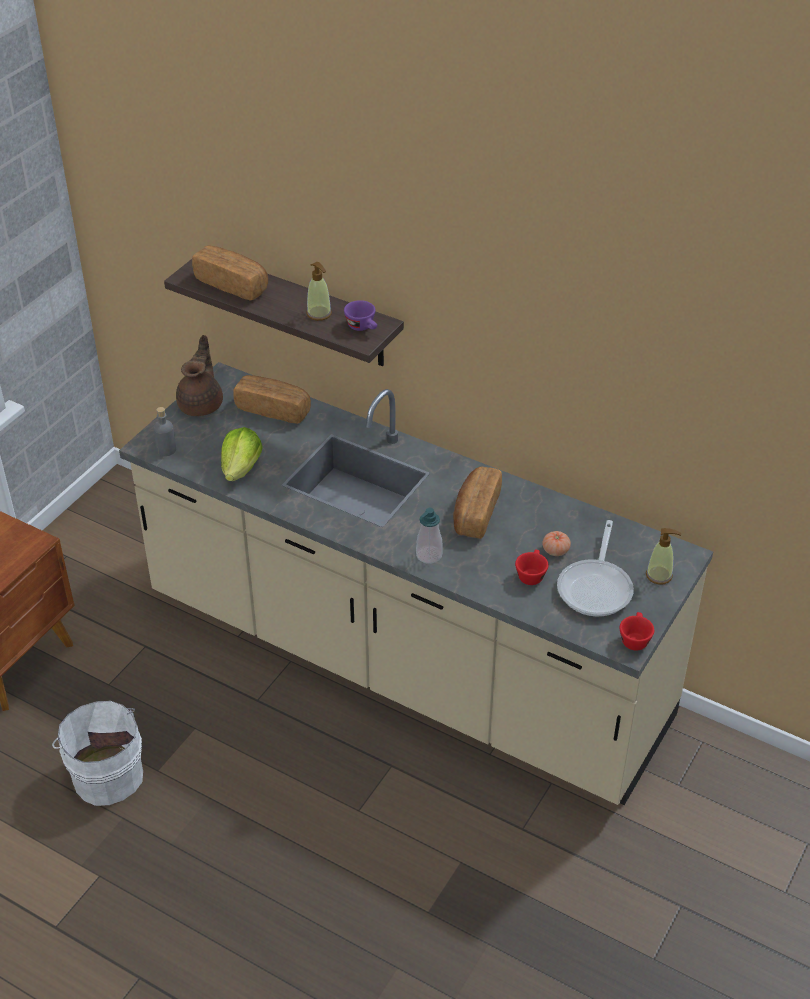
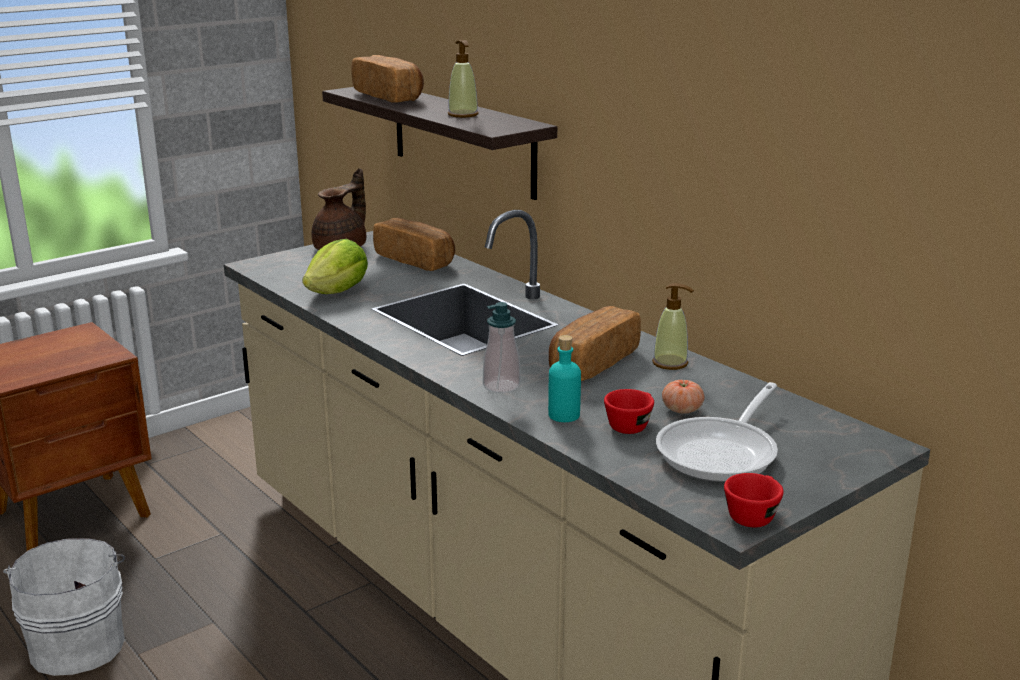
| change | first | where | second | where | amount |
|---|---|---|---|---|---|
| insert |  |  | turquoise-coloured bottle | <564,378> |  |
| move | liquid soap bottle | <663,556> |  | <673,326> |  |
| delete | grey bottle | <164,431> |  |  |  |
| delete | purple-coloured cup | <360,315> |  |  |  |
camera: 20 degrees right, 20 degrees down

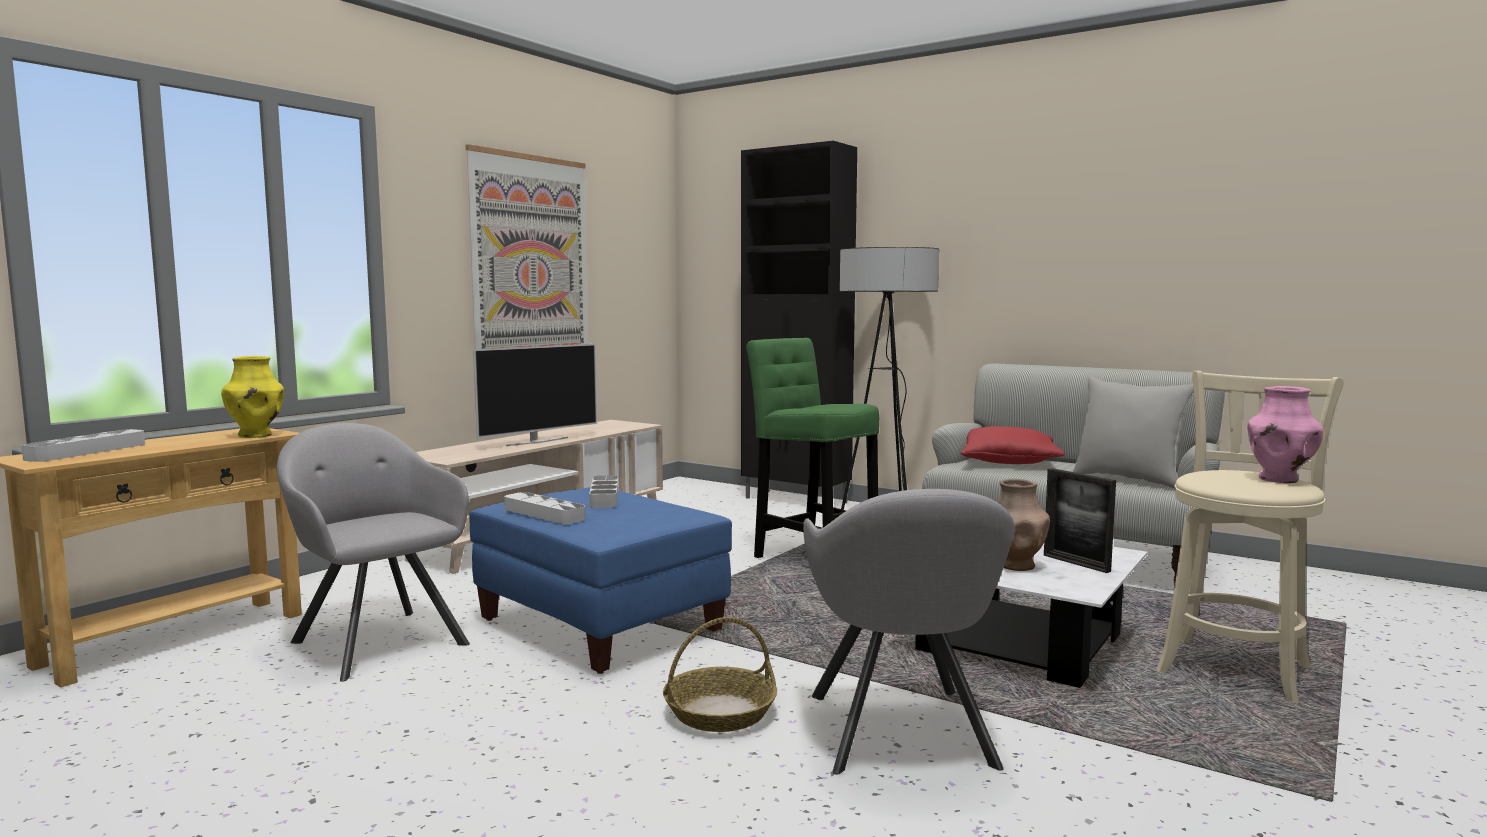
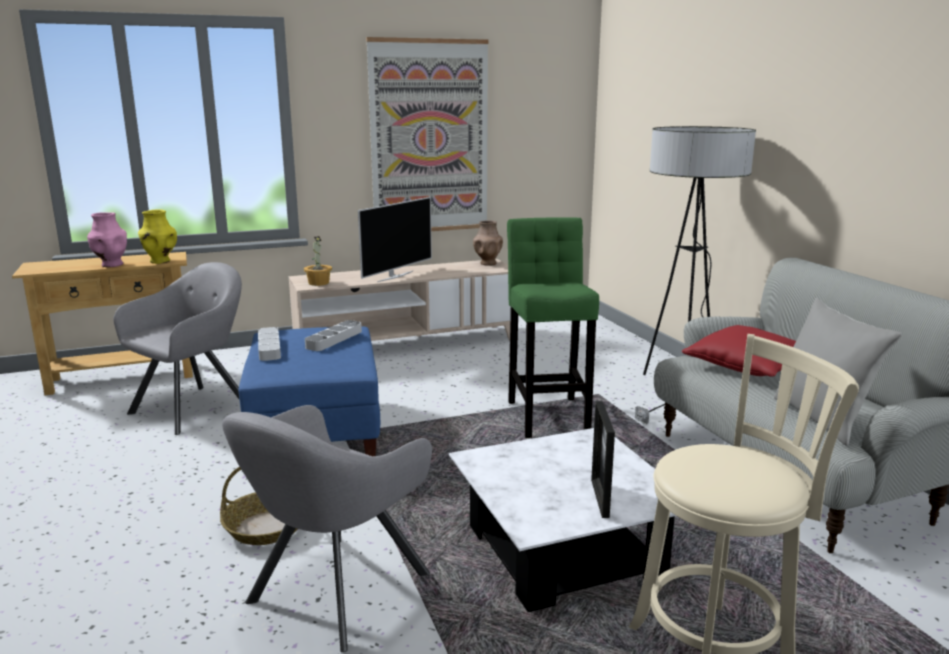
| change | first | where | second | where | amount |
|---|---|---|---|---|---|
| move | pinkish vase | <1285,434> |  | <107,239> |  |
| rotate | grey lounge chair | <373,552> |  | <177,348> | 45 degrees clockwise |
| insert |  |  | plant in a pot | <318,261> |  |
| rotate | television | <535,395> |  | <395,239> | 45 degrees counterclockwise |
| move | brownish vase | <1023,525> |  | <488,243> |  |
| delete | grey serving tray | <83,445> |  |  |  |
| delete | blackish storage cabinet | <799,322> |  |  |  |
camera: 35 degrees right, 10 degrees up

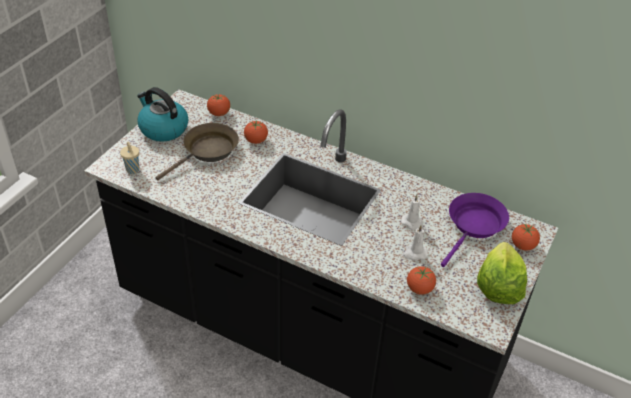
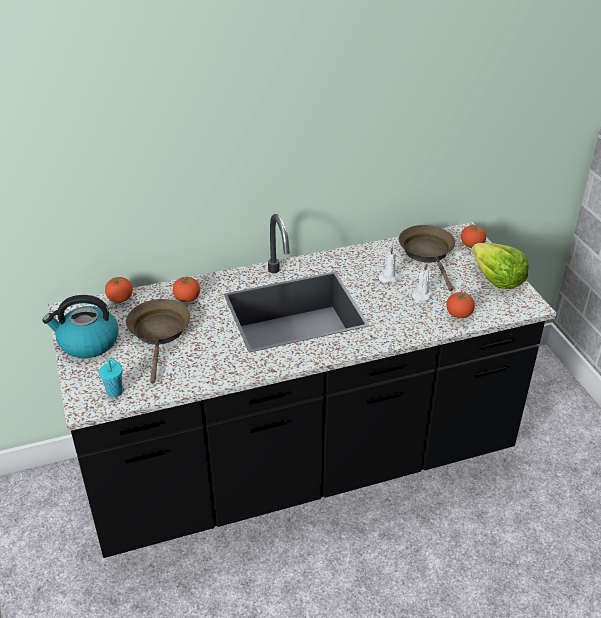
| change | first | where | second | where | amount |
|---|---|---|---|---|---|
| recolor | beige-coloured cup | <129,158> | turquoise-coloured cup | <111,377> |  |
| recolor | purple-coloured frying pan | <475,230> | brownish frying pan | <427,258> |  |
camera: 45 degrees left, 5 degrees down

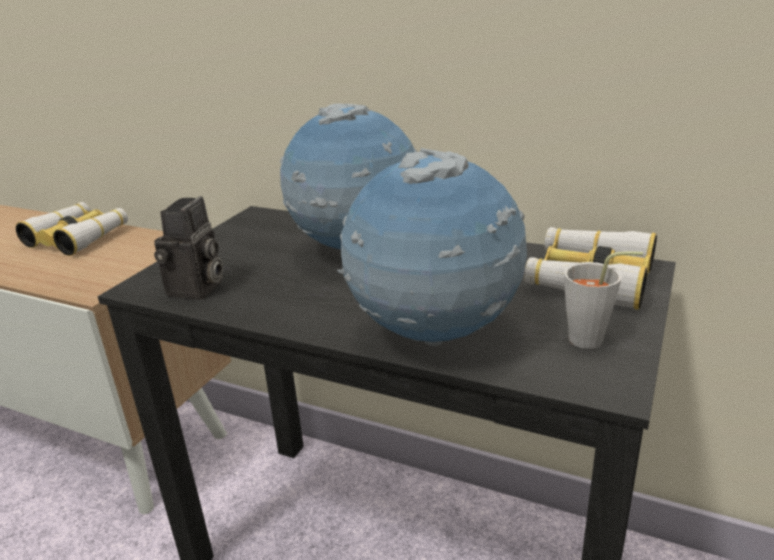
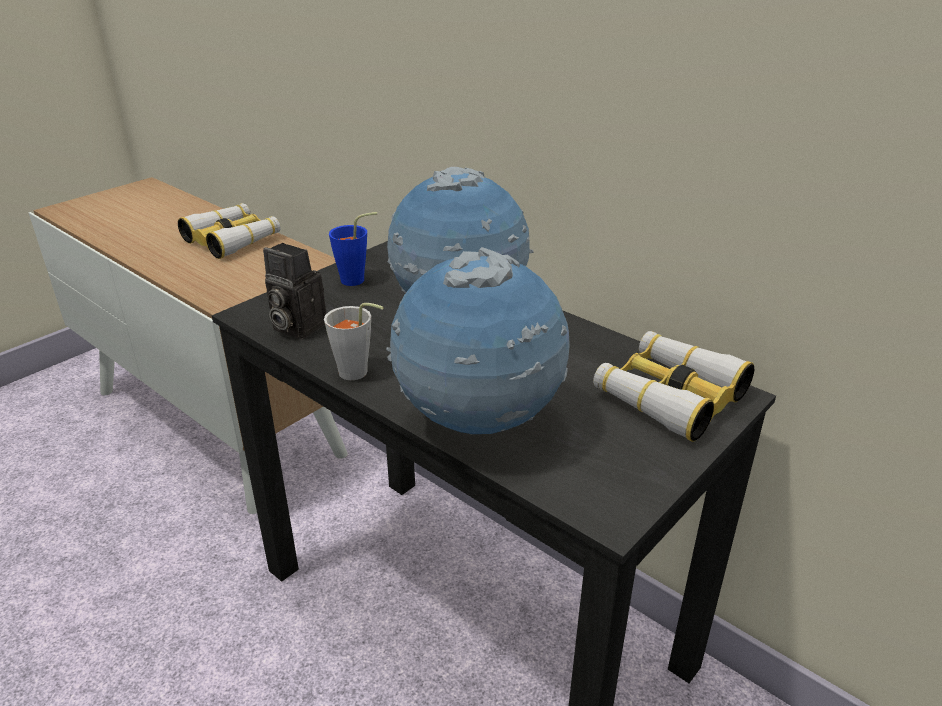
| change | first | where | second | where | amount |
|---|---|---|---|---|---|
| rotate | still camera | <188,248> |  | <295,291> | 90 degrees clockwise |
| move | grey cup | <603,300> |  | <354,341> |  |
| insert |  |  | bluish cup | <353,249> |  |
camera: 15 degrees right, 5 degrees up

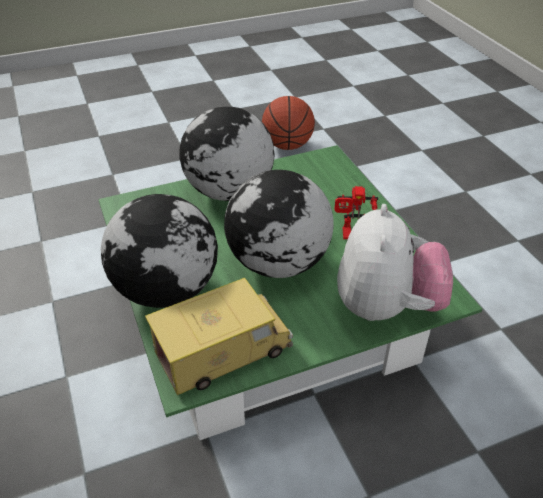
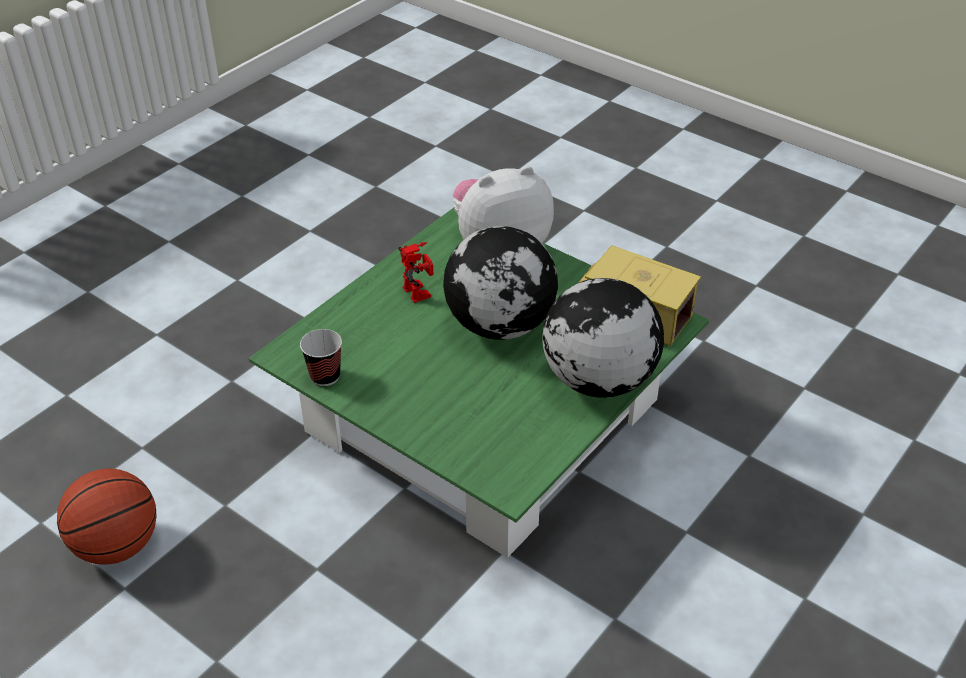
| change | first | where | second | where | amount |
|---|---|---|---|---|---|
| insert |  |  | cup | <321,357> |  |
| delete | globe | <227,153> |  |  |  |
camera: 120 degrees left, 0 degrees up

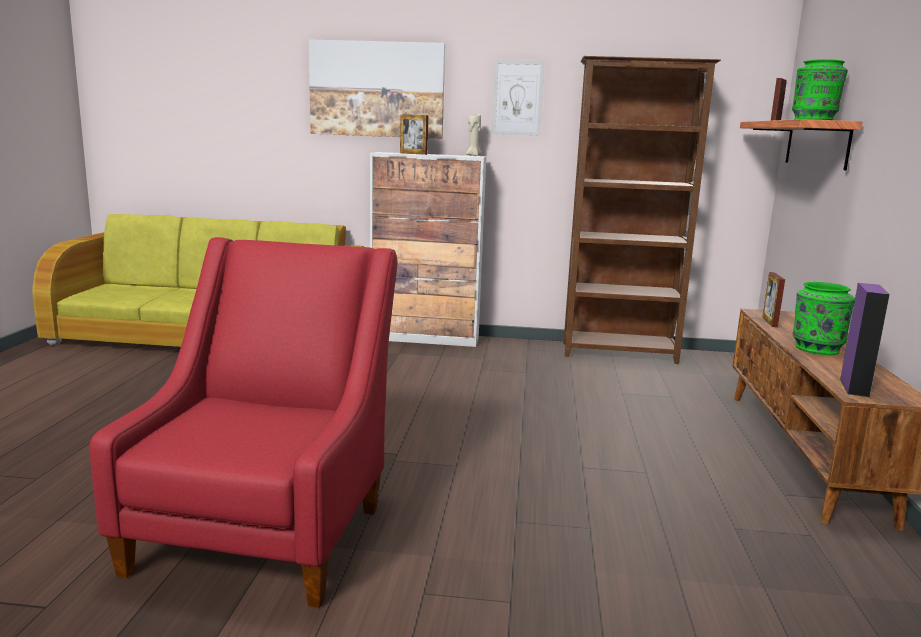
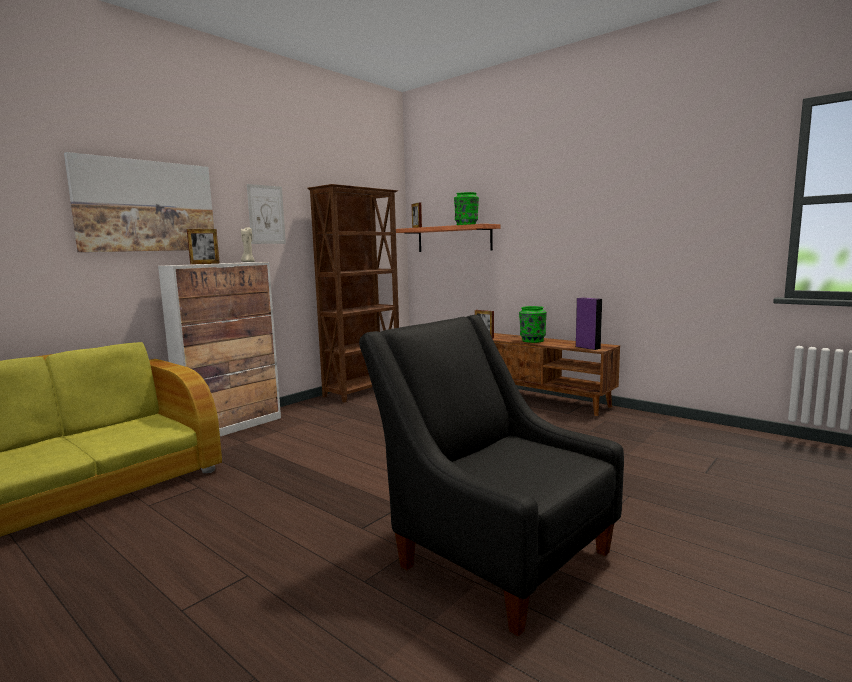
| change | first | where | second | where | amount |
|---|---|---|---|---|---|
| recolor | reddish lounge chair | <244,422> | blackish lounge chair | <491,475> |  |
camera: 55 degrees left, 5 degrees down

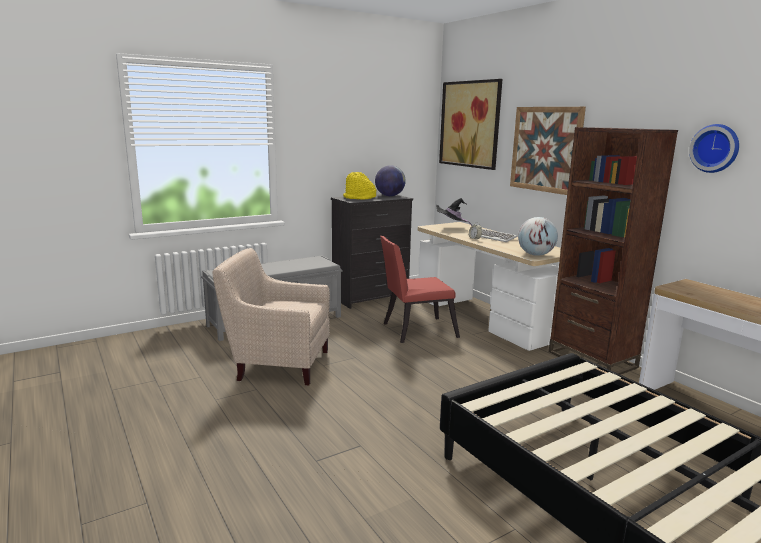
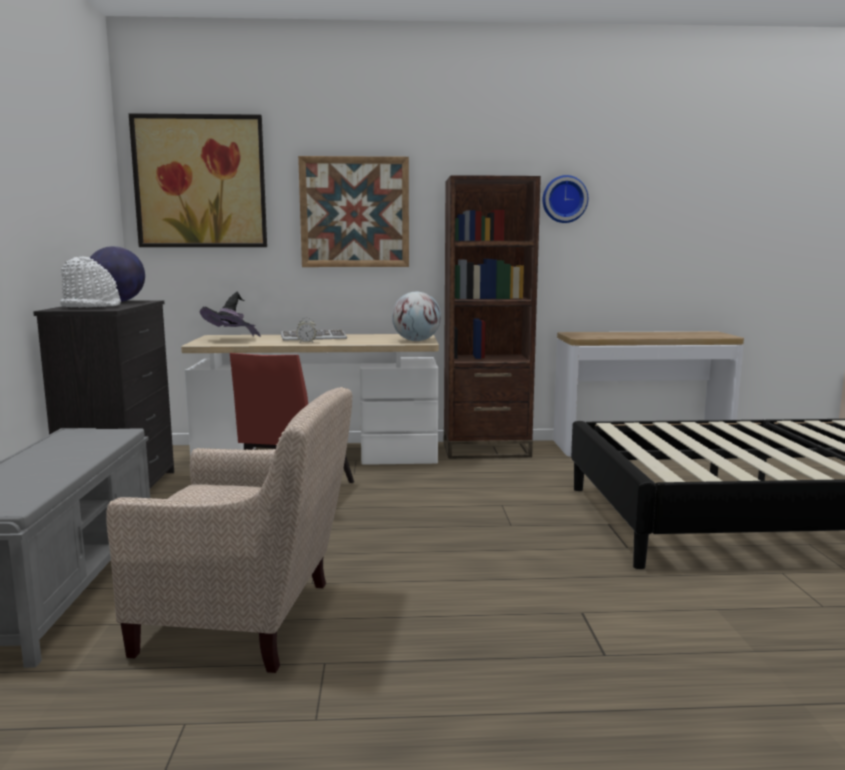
| change | first | where | second | where | amount |
|---|---|---|---|---|---|
| recolor | yellowish hat | <359,186> | white-coloured hat | <90,282> |  |
| rotate | beige-coloured lounge chair | <271,317> |  | <229,530> | 120 degrees counterclockwise |
camera: 60 degrees left, 5 degrees down

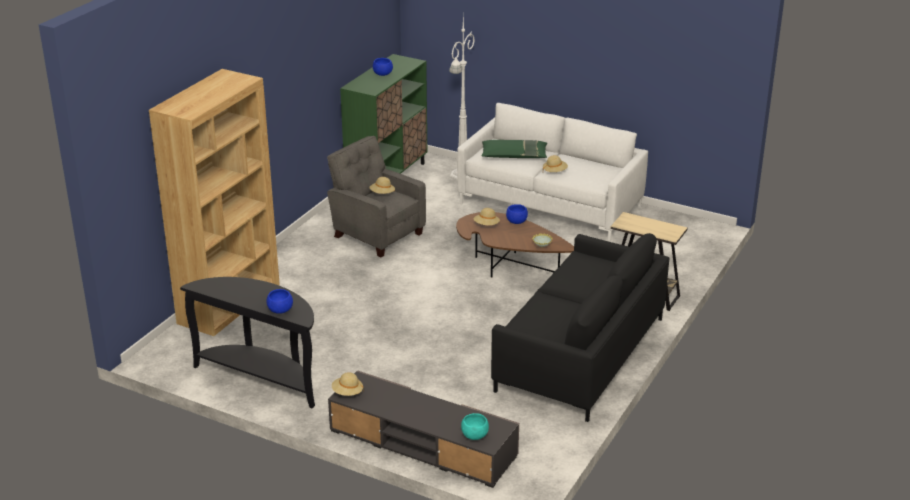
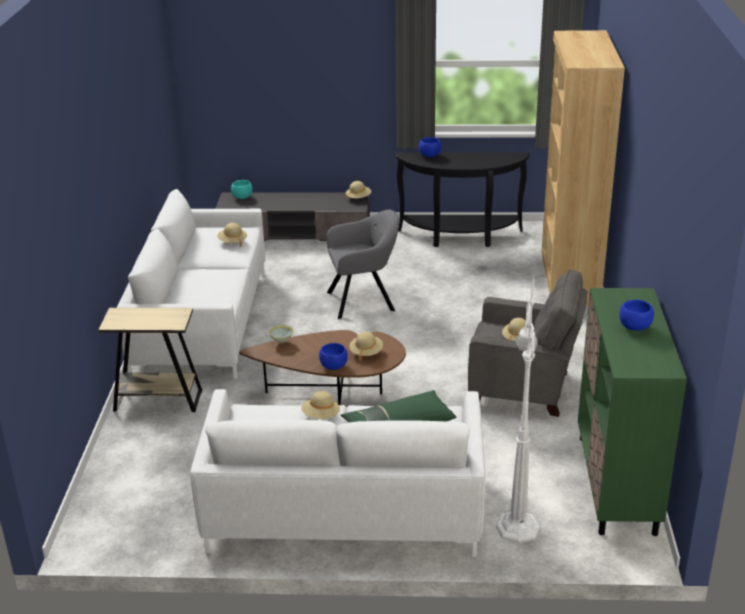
| change | first | where | second | where | amount |
|---|---|---|---|---|---|
| recolor | blackish sofa | <580,327> | white-coloured sofa | <191,284> |  |
| insert |  |  | beige-coloured hat | <232,235> |  |
| insert |  |  | grey lounge chair | <362,264> |  |
camera: 155 degrees right, 0 degrees up

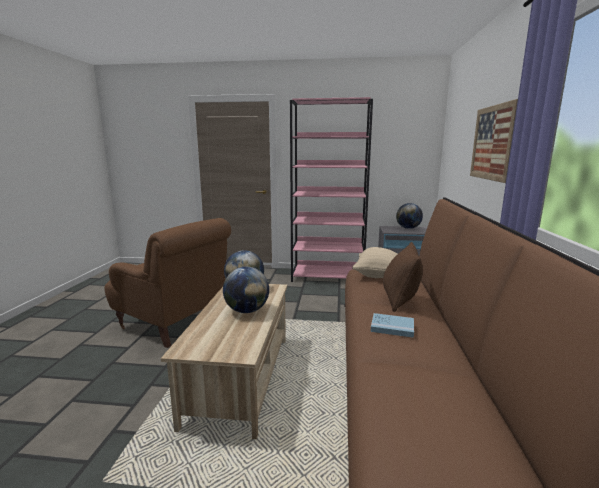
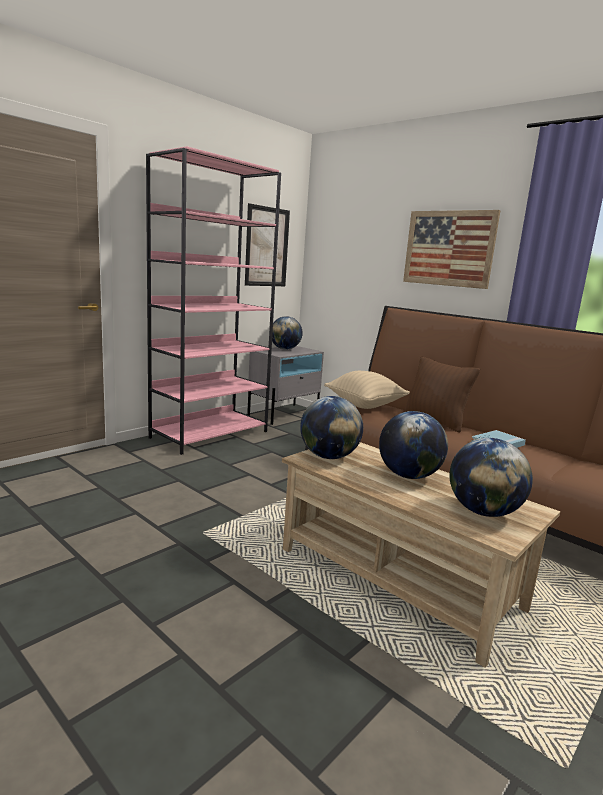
| change | first | where | second | where | amount |
|---|---|---|---|---|---|
| insert |  |  | wall art | <267,244> |  |
| insert |  |  | globe | <491,477> |  |
| delete | brownish lounge chair | <167,283> |  |  |  |
camera: 55 degrees left, 0 degrees up

